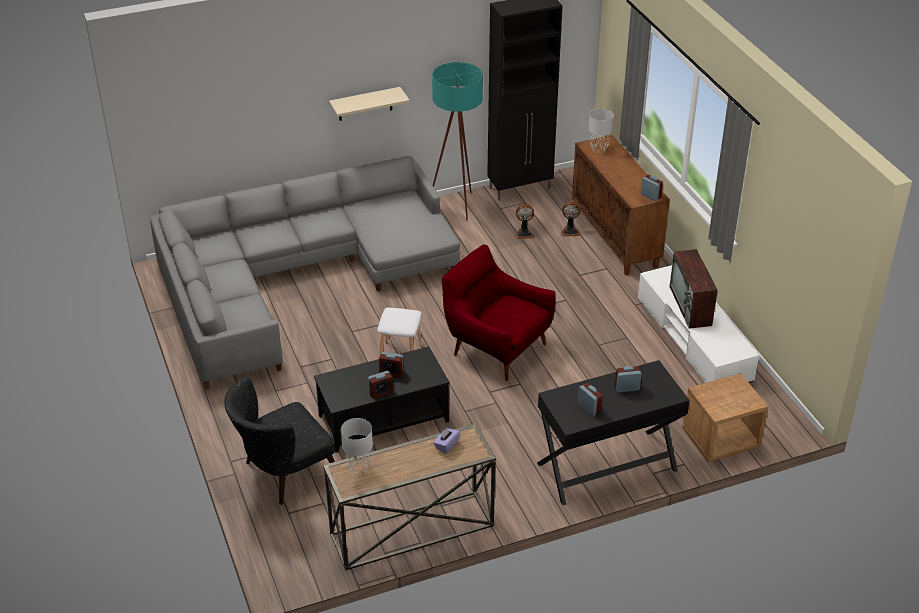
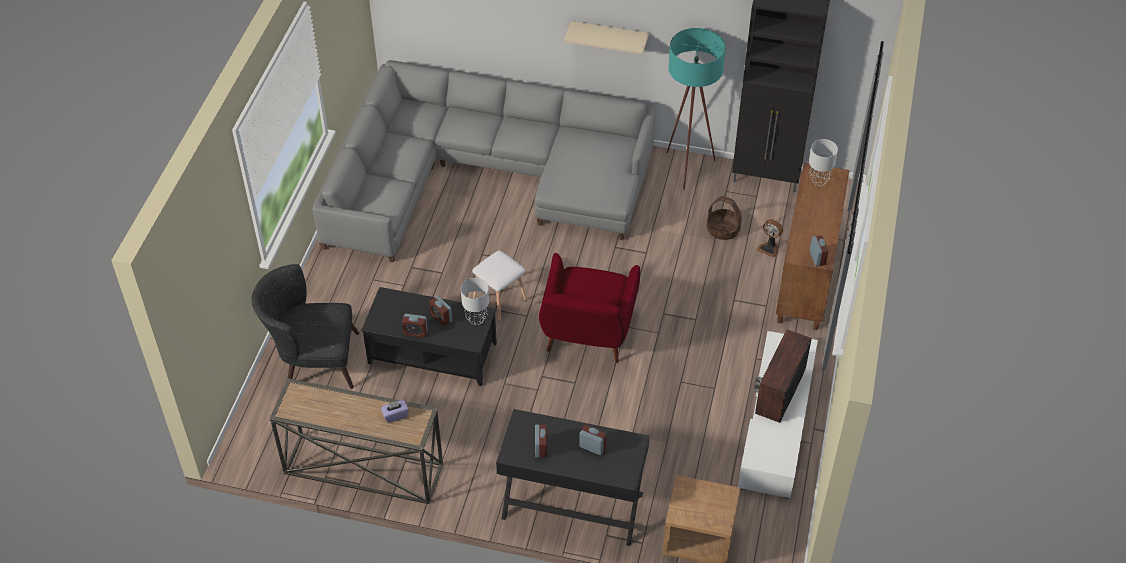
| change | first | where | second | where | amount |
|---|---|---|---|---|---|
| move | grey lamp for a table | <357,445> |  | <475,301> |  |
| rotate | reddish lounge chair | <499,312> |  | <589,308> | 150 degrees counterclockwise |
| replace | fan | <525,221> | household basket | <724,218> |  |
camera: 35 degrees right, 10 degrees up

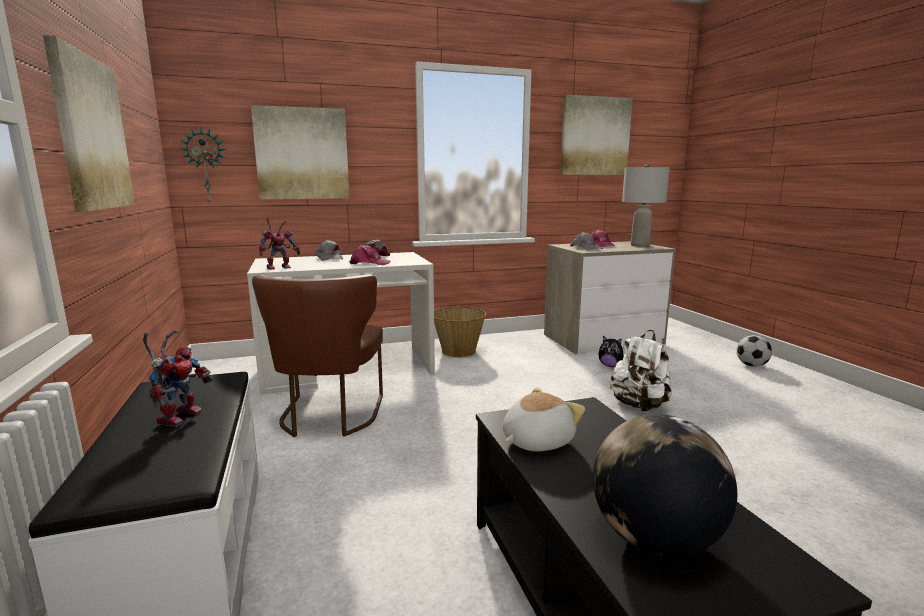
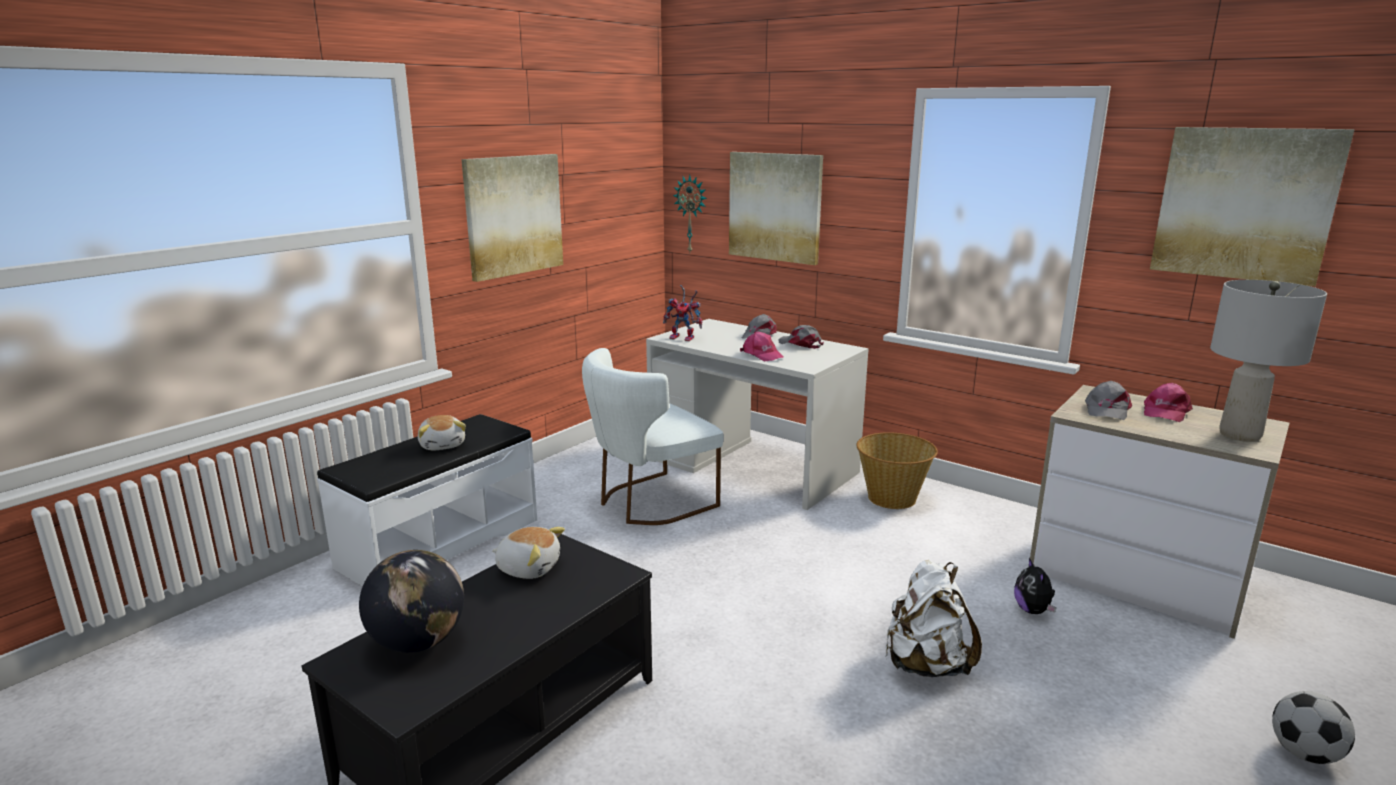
| change | first | where | second | where | amount |
|---|---|---|---|---|---|
| replace | robot figure | <178,378> | plush toy | <442,432> |  |
| recolor | brownish plain chair | <317,355> | white-coloured plain chair | <652,436> |  |
camera: 55 degrees right, 5 degrees up

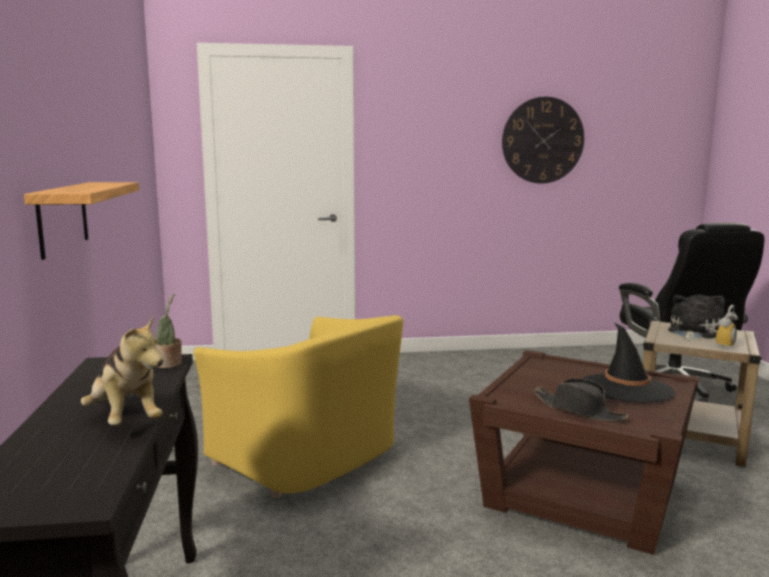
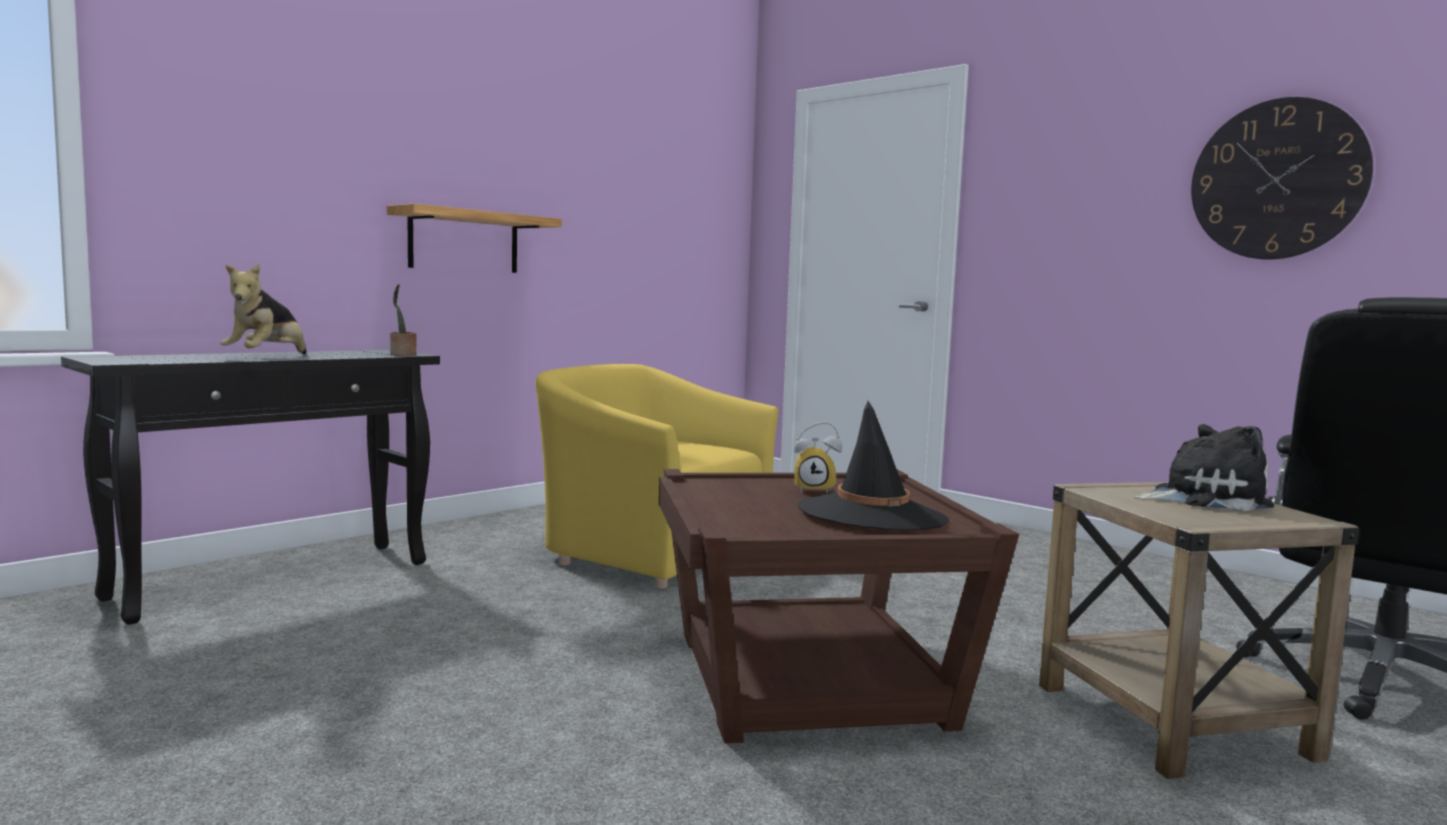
| change | first | where | second | where | amount |
|---|---|---|---|---|---|
| rotate | yellowish lounge chair | <298,406> |  | <657,476> | 120 degrees clockwise |
| move | table clock | <723,327> |  | <818,458> |  |
| delete | blackish hat | <581,399> |  |  |  |
camera: 50 degrees right, 5 degrees down

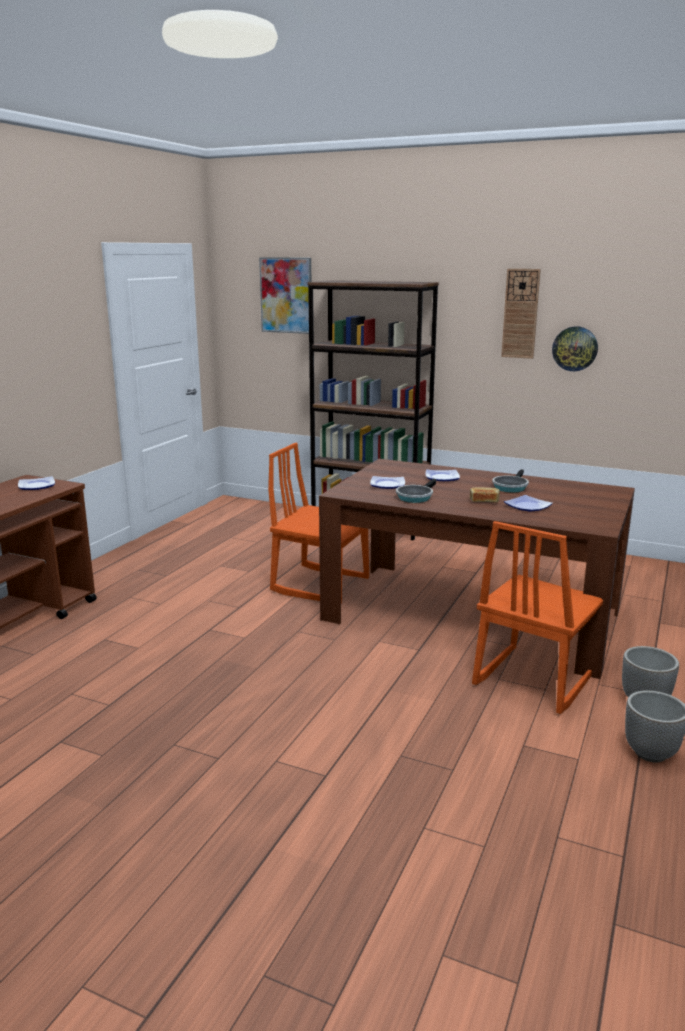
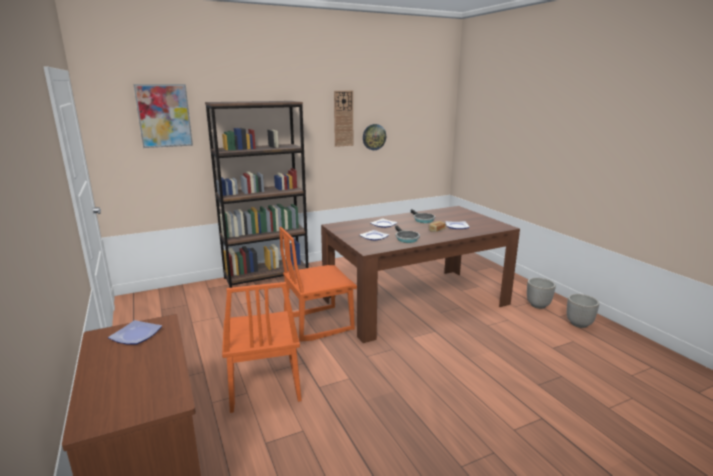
| change | first | where | second | where | amount |
|---|---|---|---|---|---|
| move | orangey plain chair | <537,617> |  | <262,347> |  |
camera: 50 degrees left, 0 degrees up

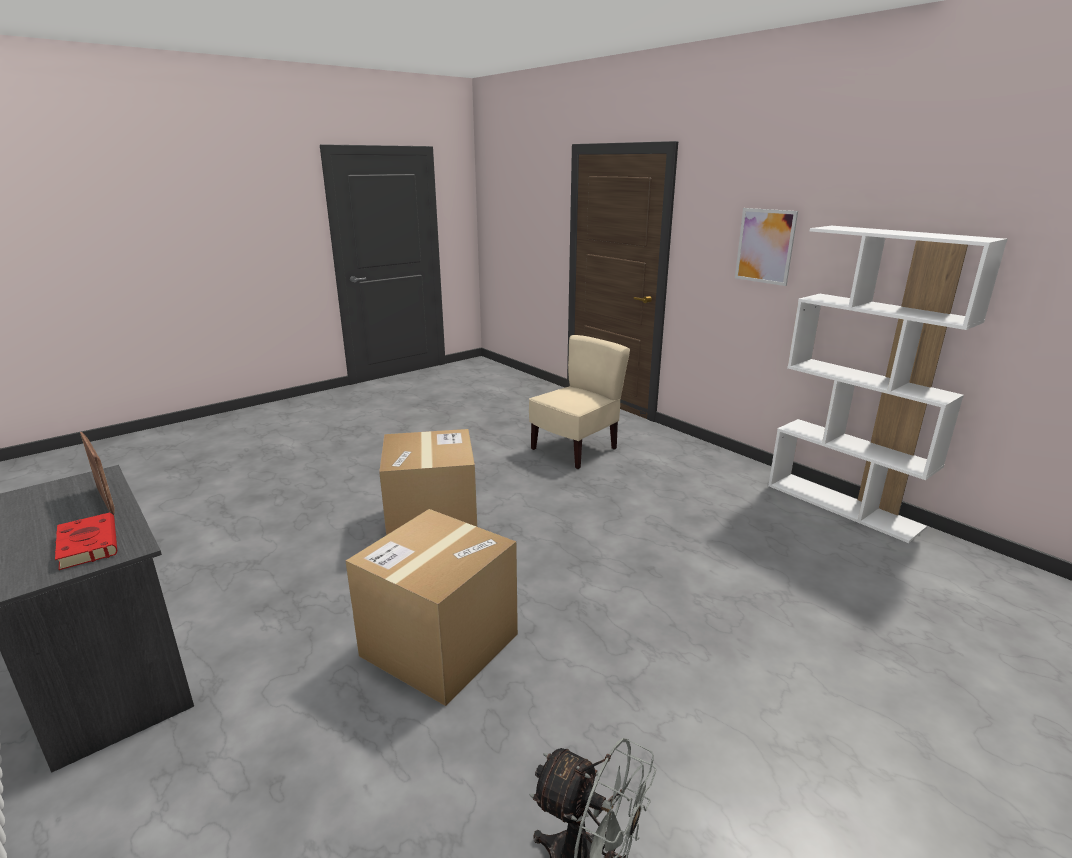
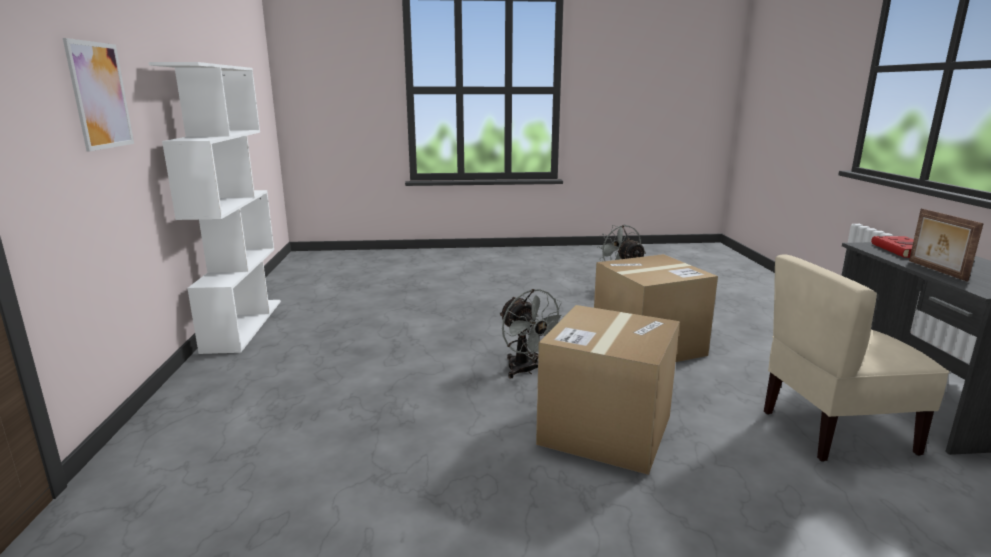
| change | first | where | second | where | amount |
|---|---|---|---|---|---|
| insert |  |  | grey fan | <531,333> |  |
| move | beige-coloured plain chair | <579,402> |  | <856,358> |  |
camera: 145 degrees left, 5 degrees down

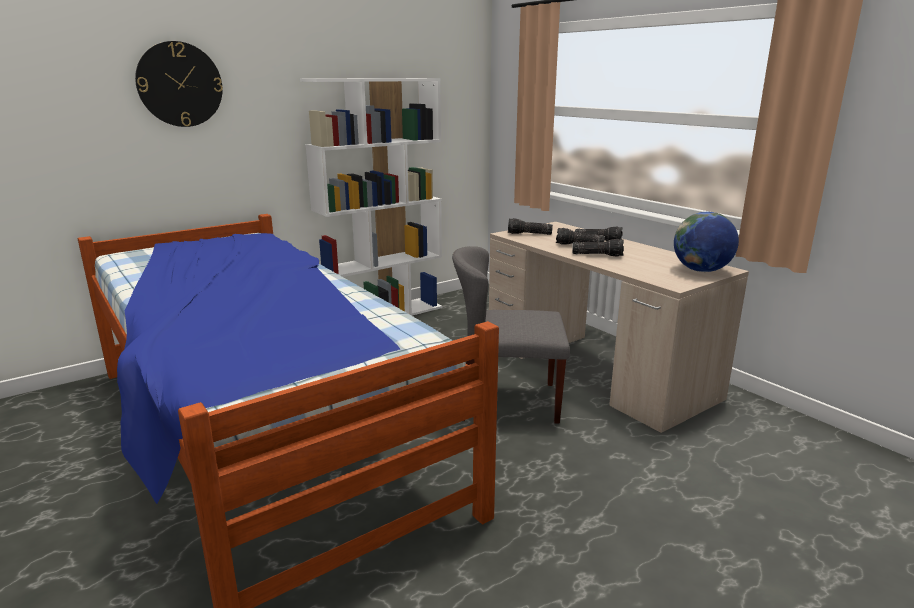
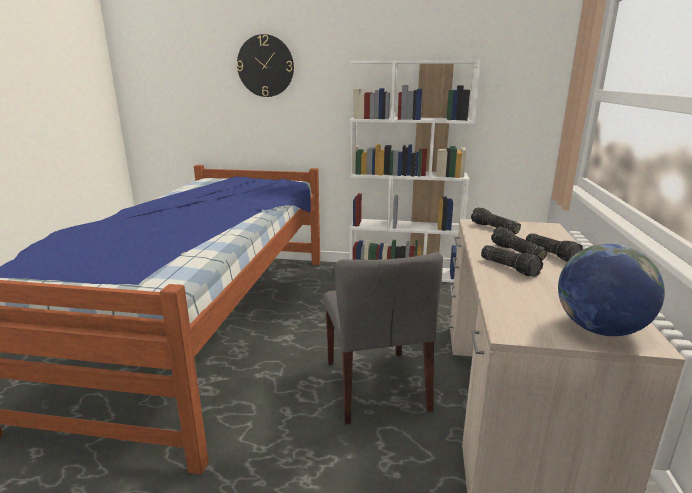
| change | first | where | second | where | amount |
|---|---|---|---|---|---|
| rotate | grey plain chair | <511,335> |  | <383,338> | 150 degrees counterclockwise |
camera: 45 degrees right, 0 degrees up

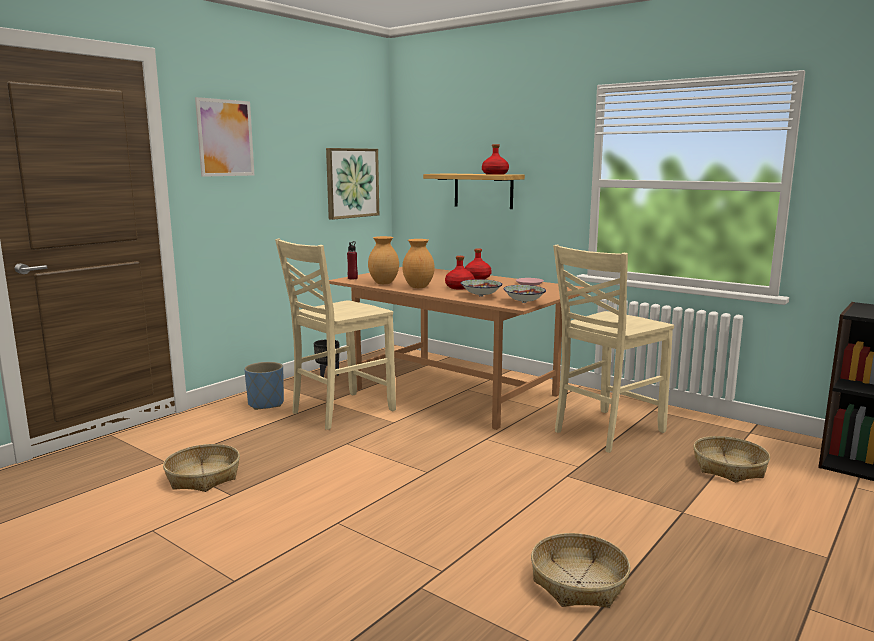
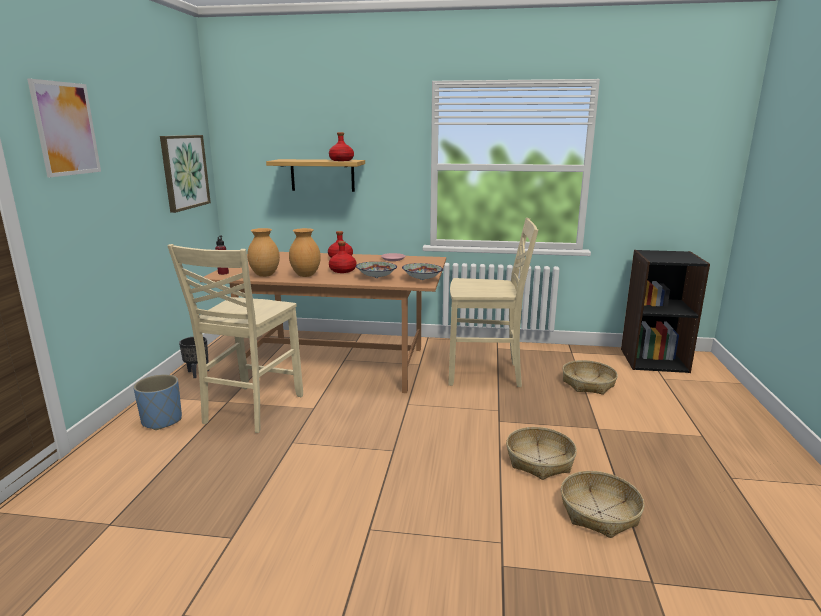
| change | first | where | second | where | amount |
|---|---|---|---|---|---|
| rotate | beige-coloured plain chair | <613,349> |  | <493,302> | 105 degrees counterclockwise |
| move | household basket | <201,468> |  | <541,453> |  |
camera: 30 degrees left, 5 degrees up

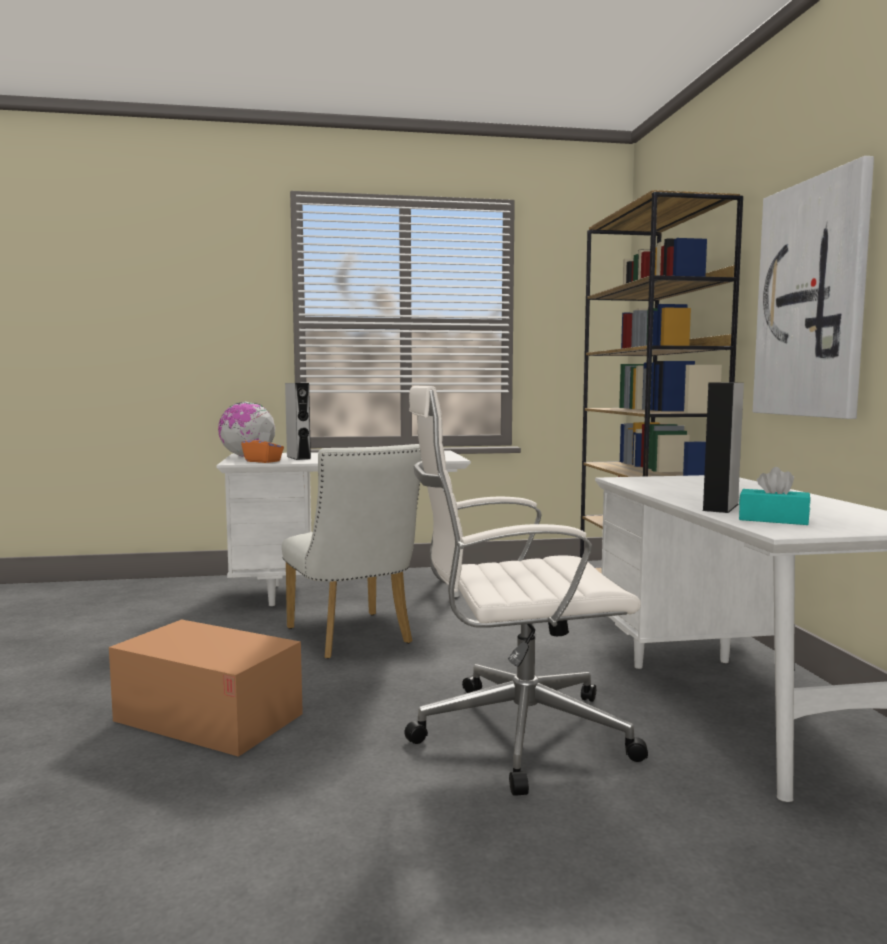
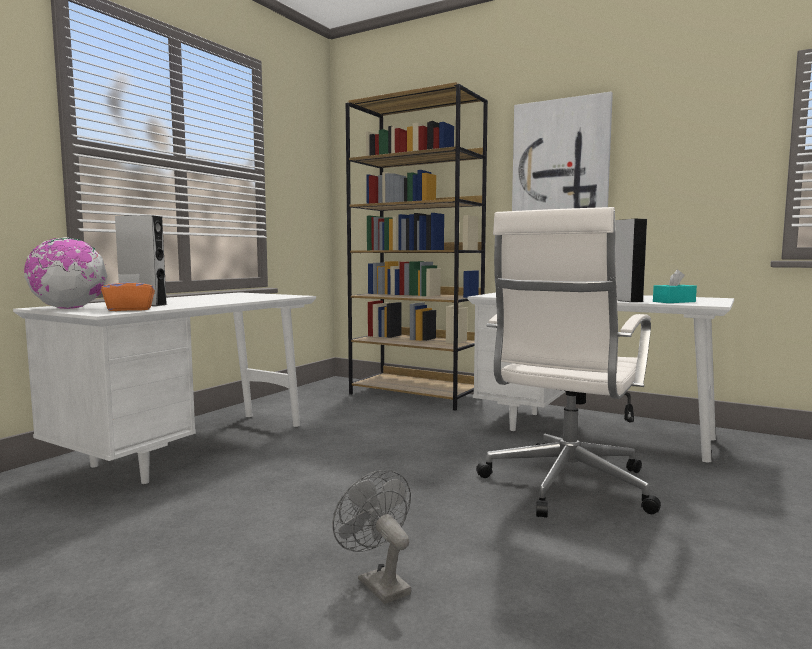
| change | first | where | second | where | amount |
|---|---|---|---|---|---|
| replace | cardboard box | <206,688> | grey fan | <371,537> |  |
| delete | white-coloured plain chair | <352,551> |  |  |  |
camera: 50 degrees left, 0 degrees up

